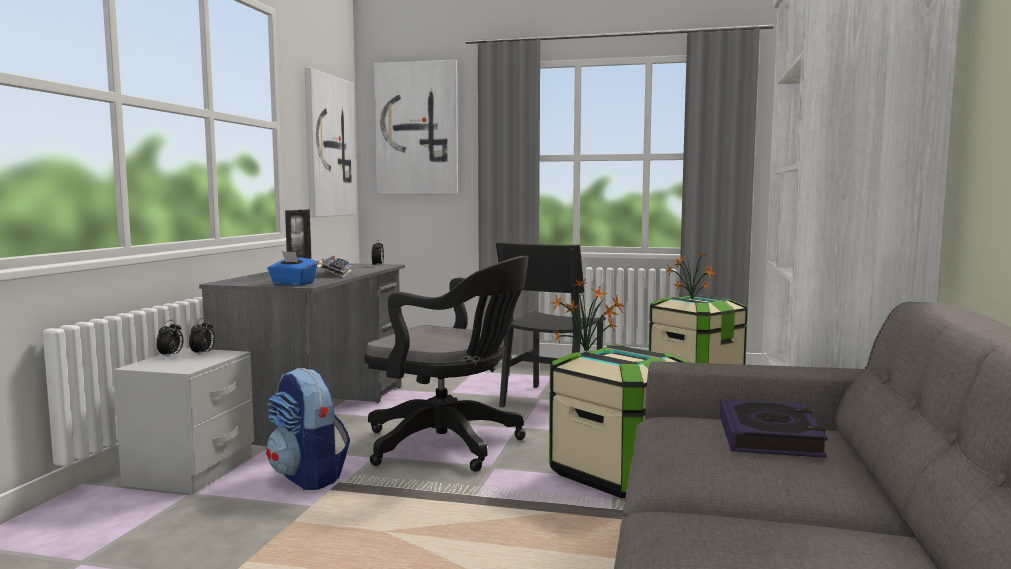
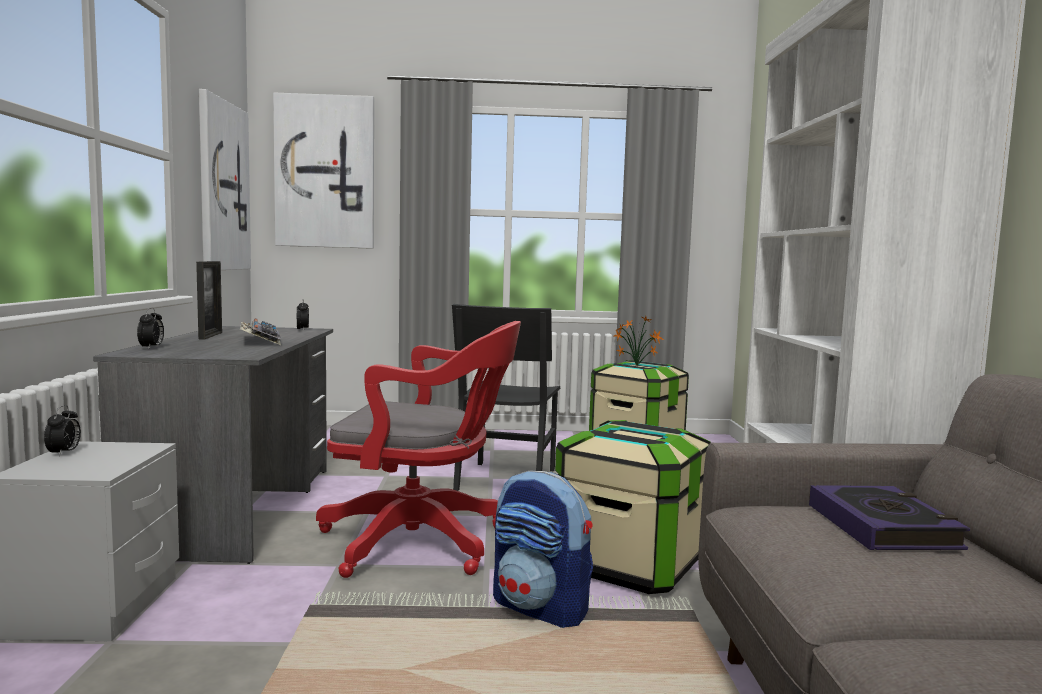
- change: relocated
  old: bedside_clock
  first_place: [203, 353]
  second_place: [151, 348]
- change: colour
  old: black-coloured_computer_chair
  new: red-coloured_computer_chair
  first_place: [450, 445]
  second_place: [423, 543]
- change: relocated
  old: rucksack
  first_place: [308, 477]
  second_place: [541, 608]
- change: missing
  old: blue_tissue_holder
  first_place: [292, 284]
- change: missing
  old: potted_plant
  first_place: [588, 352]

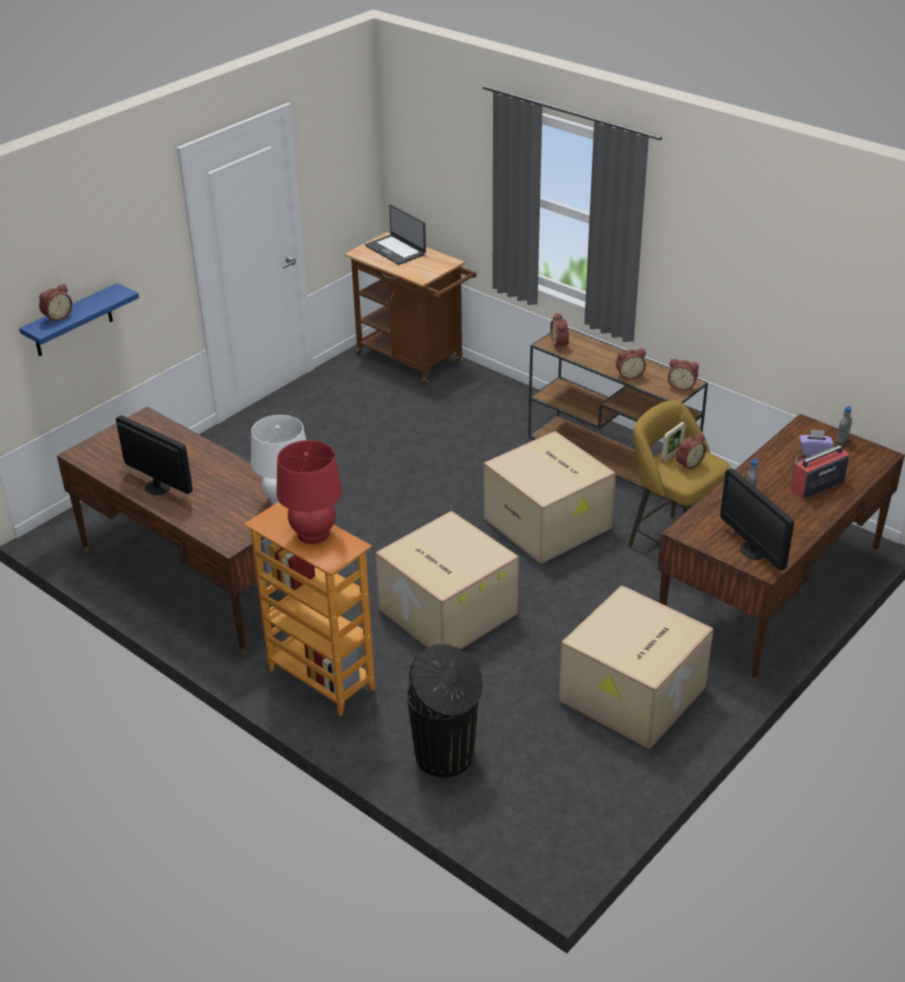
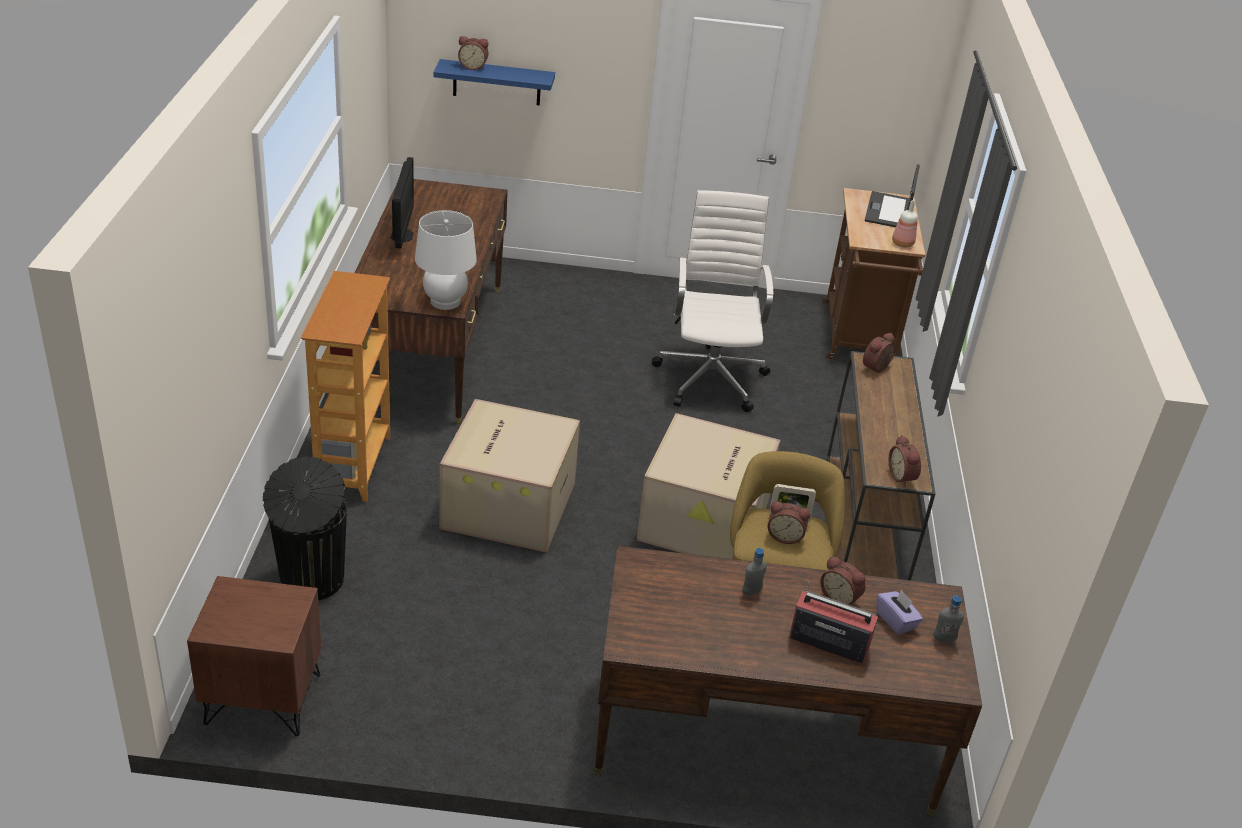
- change: appeared
  new: brownish_bedside_table
  second_place: [262, 700]
- change: appeared
  new: whitish_computer_chair
  second_place: [711, 377]
- change: relocated
  old: bedside_clock
  first_place: [629, 375]
  second_place: [840, 597]
- change: appeared
  new: beverage_bottle
  second_place: [902, 243]
- change: missing
  old: red-coloured_tabletop_lamp
  first_place: [313, 534]
- change: missing
  old: cardboard_box
  first_place: [633, 695]
- change: missing
  old: monitor
  first_place: [753, 550]

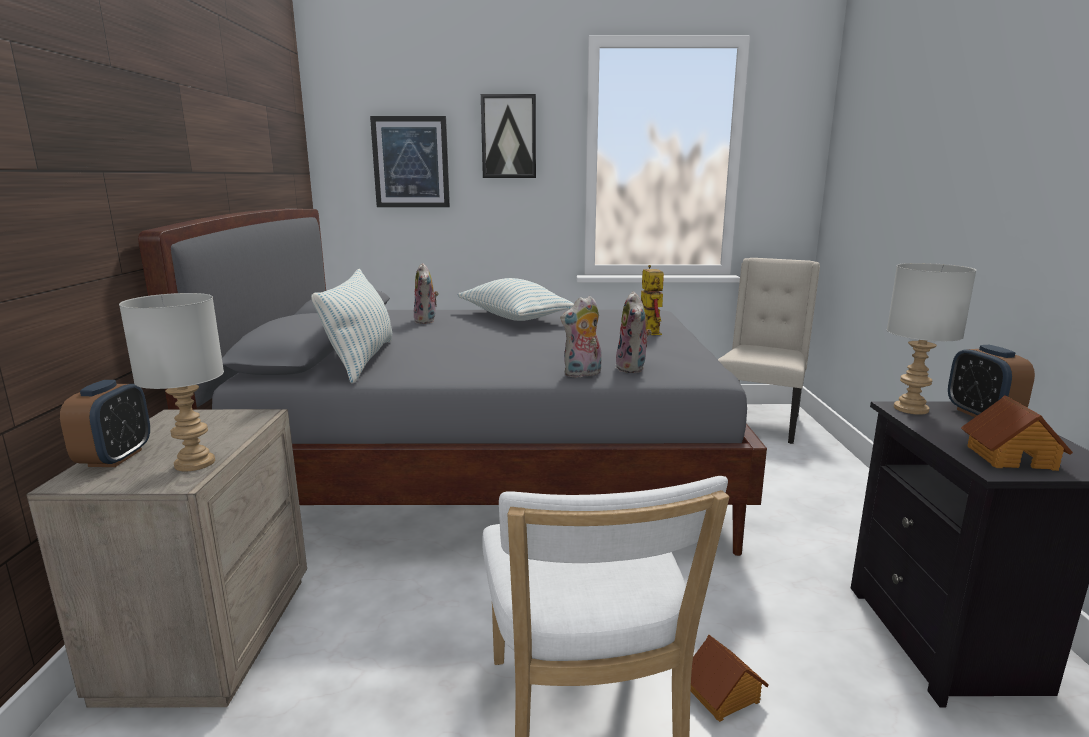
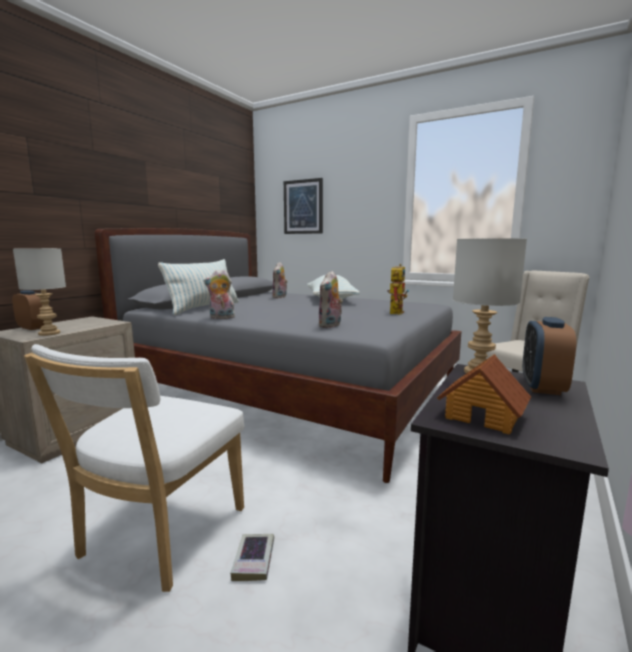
- change: spun
  old: bedside_clock
  first_place: [115, 458]
  second_place: [33, 328]
  degrees: -90
- change: relocated
  old: plush_toy
  first_place: [582, 374]
  second_place: [221, 318]
- change: exchanged
  old: model_house
  new: volume
  first_place: [723, 695]
  second_place: [254, 560]
- change: missing
  old: wall_art
  first_place: [509, 136]

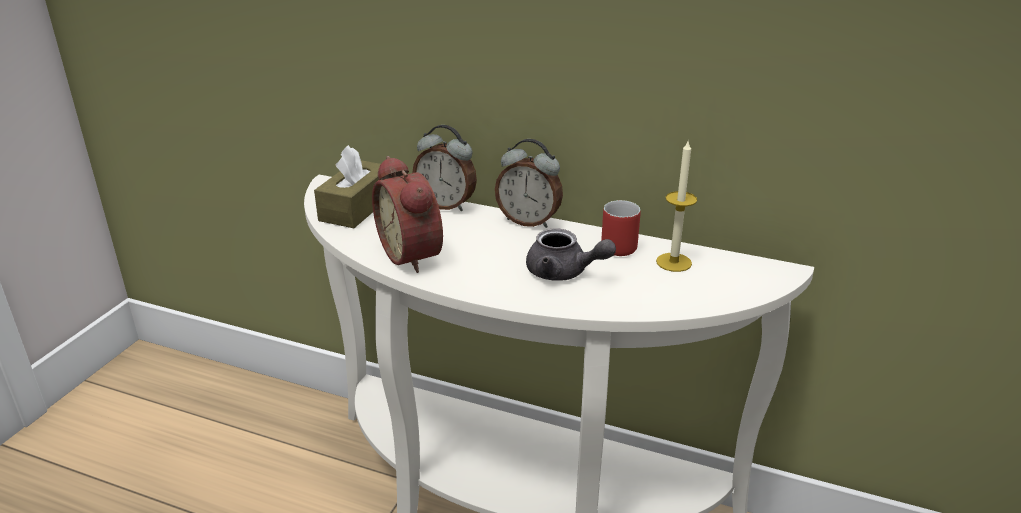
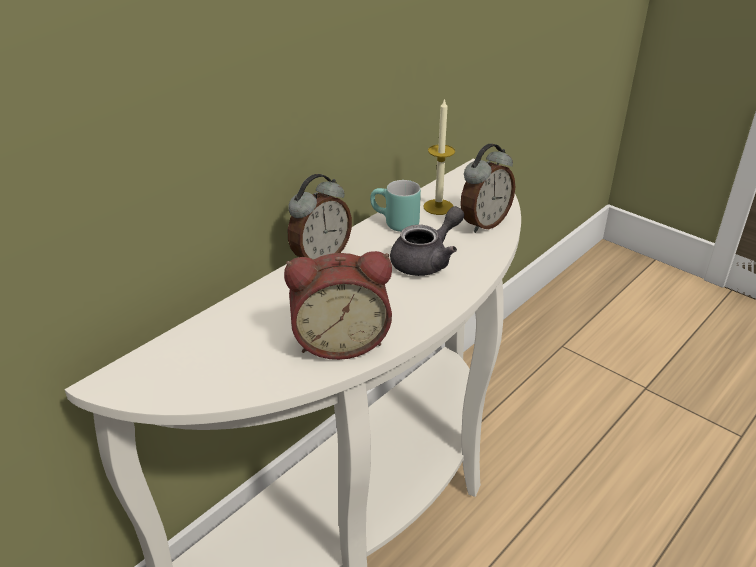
- change: colour
  old: red-coloured_coffee_mug
  new: blue-green_coffee_mug
  first_place: [616, 244]
  second_place: [394, 224]
- change: relocated
  old: bedside_clock
  first_place: [446, 205]
  second_place: [483, 223]
- change: missing
  old: brownish_tissue_holder
  first_place: [356, 208]

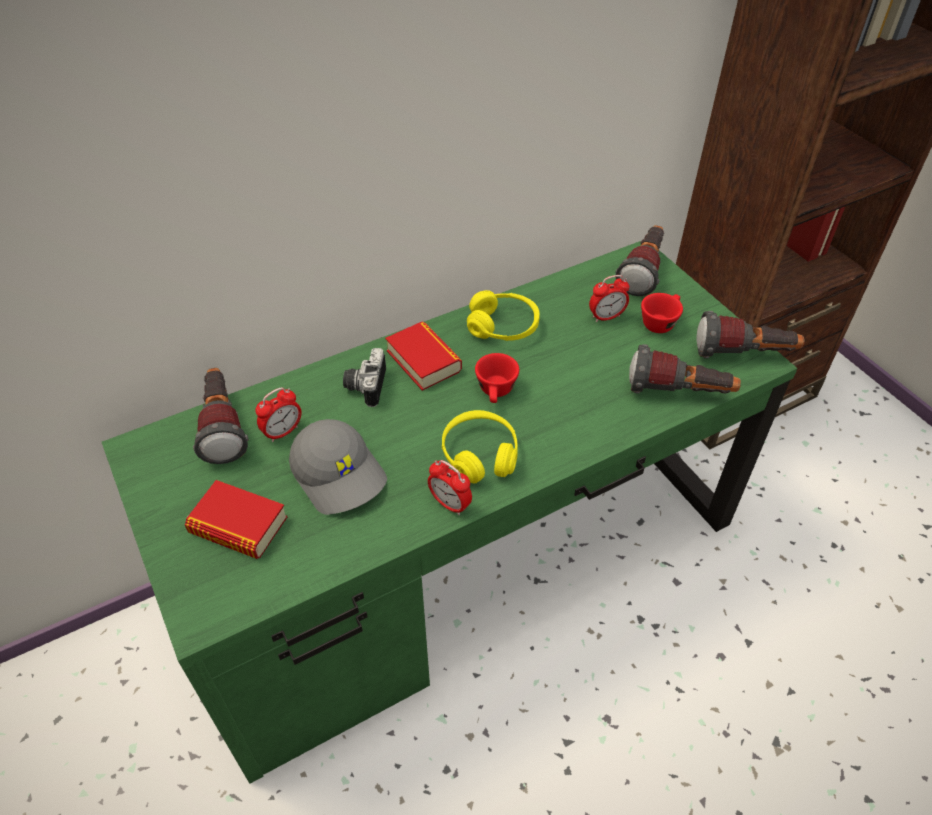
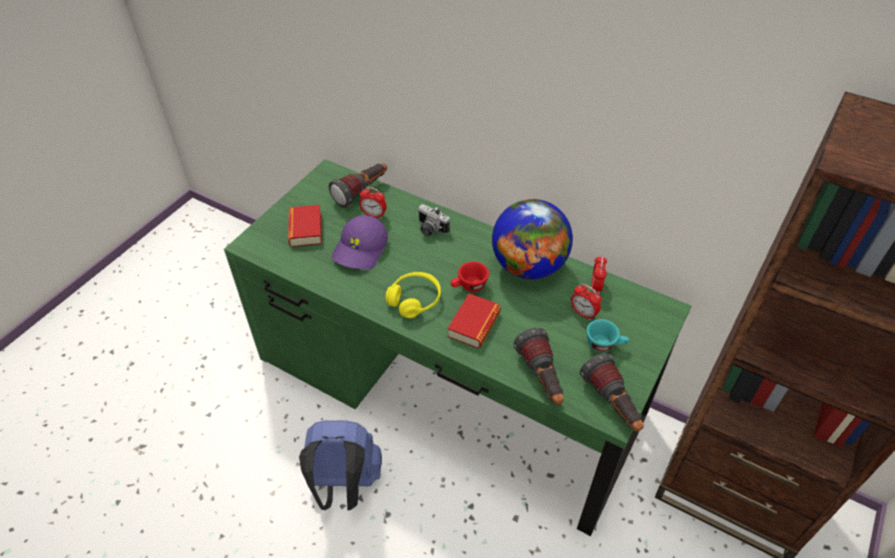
- change: appeared
  new: blue_rucksack
  second_place: [344, 485]
- change: colour
  old: gray_peaked_cap
  new: purplish_peaked_cap
  first_place: [340, 474]
  second_place: [361, 250]
- change: spun
  old: still_camera
  first_place: [364, 386]
  second_place: [429, 229]
  degrees: -120
- change: relocated
  old: volume
  first_place: [423, 361]
  second_place: [474, 325]
- change: exchanged
  old: yellow-coloured_pair_of_headphones
  new: desk_globe
  first_place: [503, 326]
  second_place: [528, 266]
- change: colour
  old: red-coloured_small_cup
  new: blue-green_small_cup
  first_place: [660, 322]
  second_place: [604, 344]
- change: relocated
  old: bedside_clock
  first_place: [450, 504]
  second_place: [596, 286]
- change: missing
  old: torch
  first_place: [643, 271]

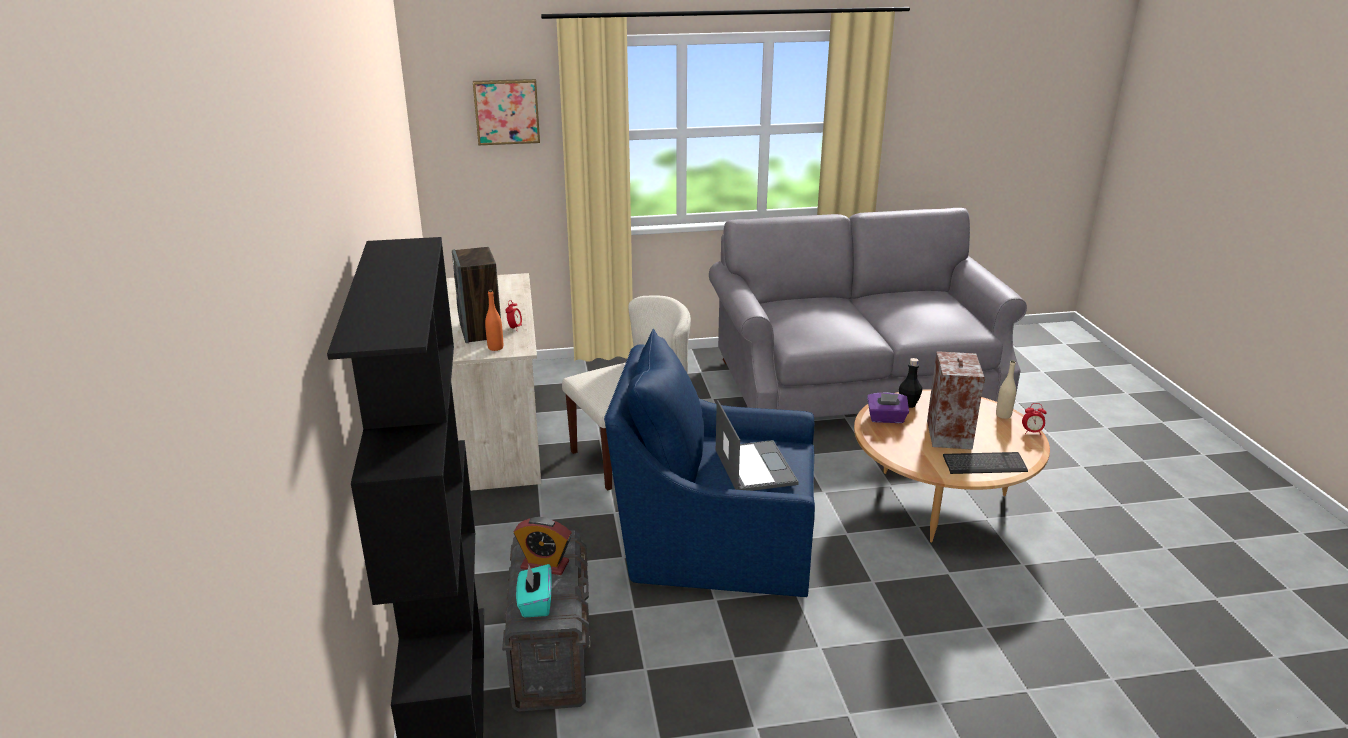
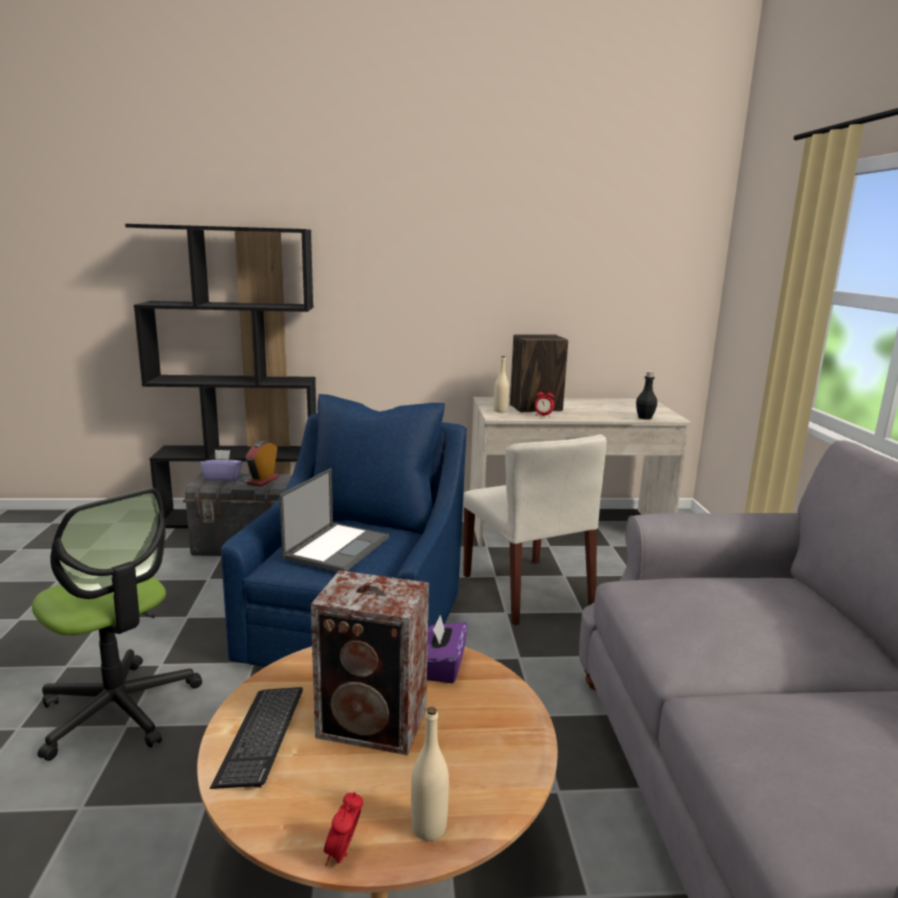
- change: appeared
  new: computer_chair
  second_place: [119, 710]
- change: colour
  old: blue-green_tissue_holder
  new: purplish_tissue_holder
  first_place: [535, 603]
  second_place: [223, 478]
- change: spun
  old: portable_computer
  first_place: [754, 466]
  second_place: [337, 547]
  degrees: -60
- change: colour
  old: orangey_beverage_bottle
  new: beige-coloured_beverage_bottle
  first_place: [495, 348]
  second_place: [500, 411]
- change: relocated
  old: black-coloured_beverage_bottle
  first_place: [908, 404]
  second_place: [644, 417]
- change: missing
  old: wall_art
  first_place: [506, 111]

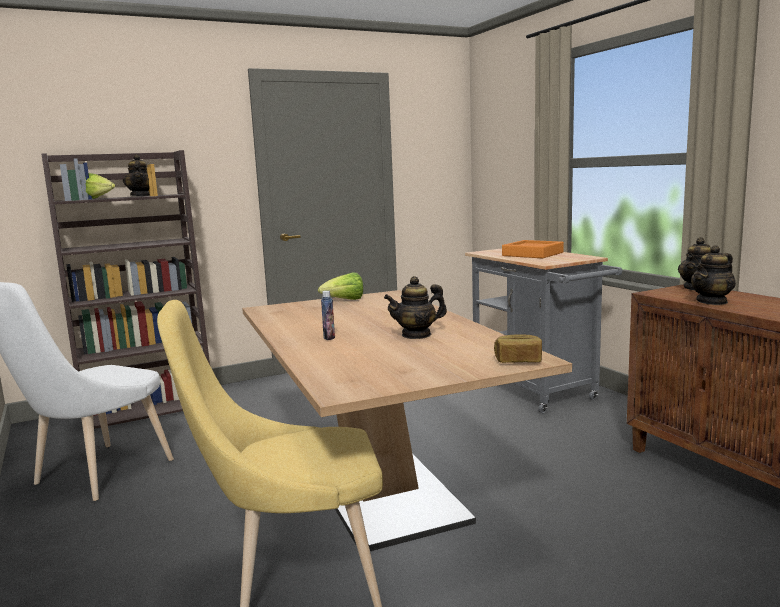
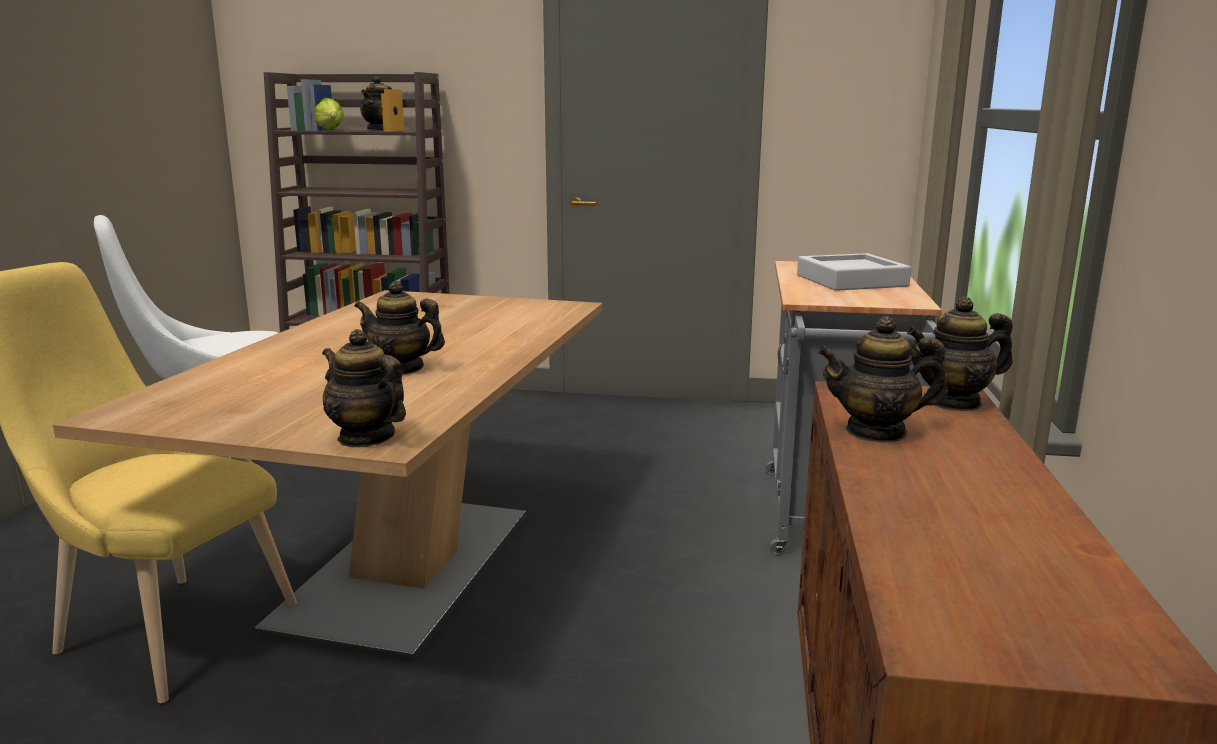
- change: exchanged
  old: bakery_bread
  new: teapot
  first_place: [518, 361]
  second_place: [366, 438]
- change: colour
  old: orangey_carrying_tray
  new: gray_carrying_tray
  first_place: [532, 254]
  second_place: [851, 281]
- change: missing
  old: head_of_lettuce
  first_place: [344, 300]
- change: missing
  old: beverage_bottle
  first_place: [329, 338]

